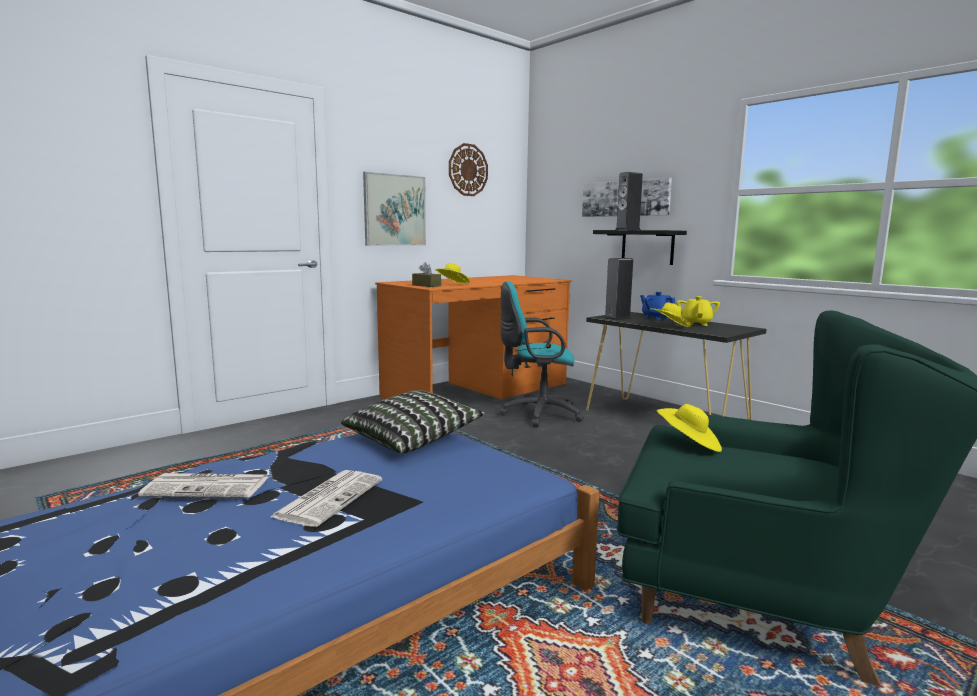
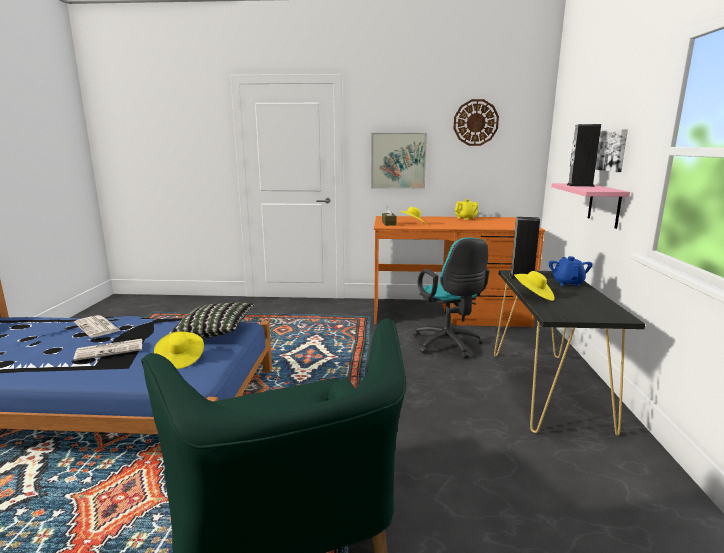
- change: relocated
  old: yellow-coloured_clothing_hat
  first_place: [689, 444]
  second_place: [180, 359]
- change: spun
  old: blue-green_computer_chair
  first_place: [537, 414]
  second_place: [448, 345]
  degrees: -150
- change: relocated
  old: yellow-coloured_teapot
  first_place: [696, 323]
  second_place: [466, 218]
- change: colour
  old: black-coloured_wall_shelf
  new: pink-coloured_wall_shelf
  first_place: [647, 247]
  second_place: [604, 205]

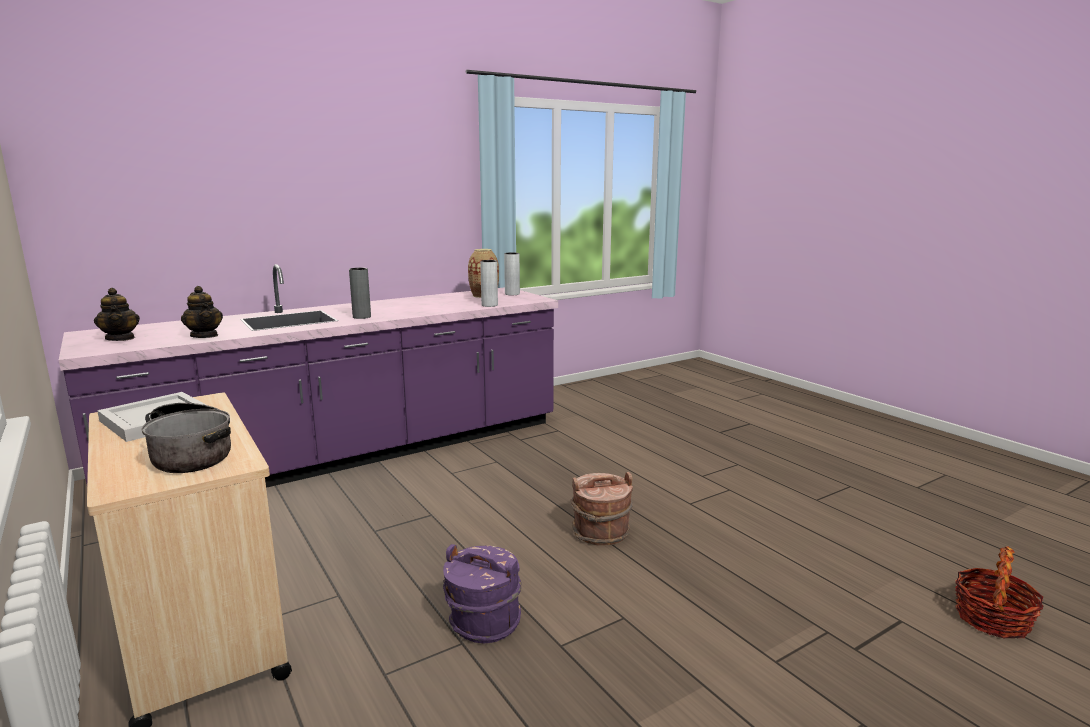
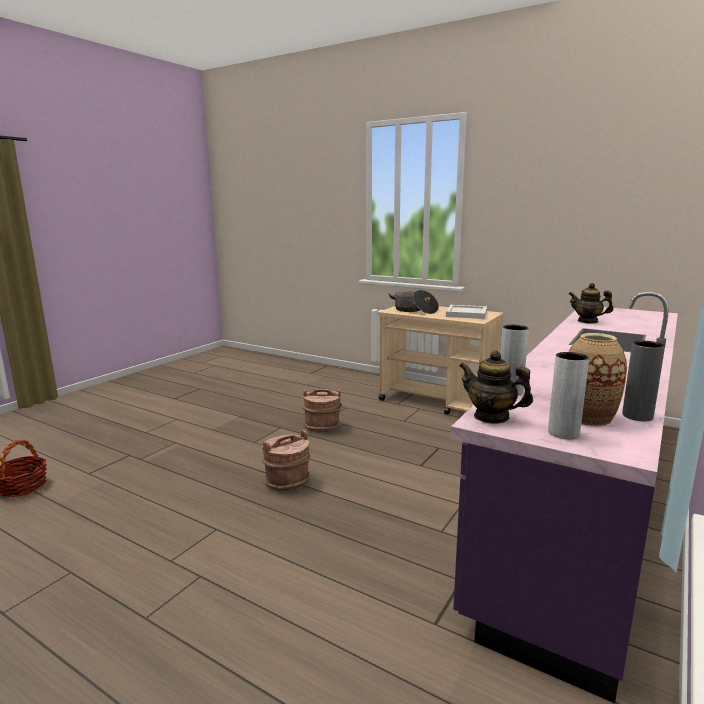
- change: colour
  old: purplish_bucket
  new: brownish_bucket
  first_place: [483, 623]
  second_place: [322, 426]
- change: relocated
  old: teapot
  first_place: [120, 338]
  second_place: [491, 417]
- change: relocated
  old: gray_decorative_vase
  first_place: [362, 317]
  second_place: [637, 416]

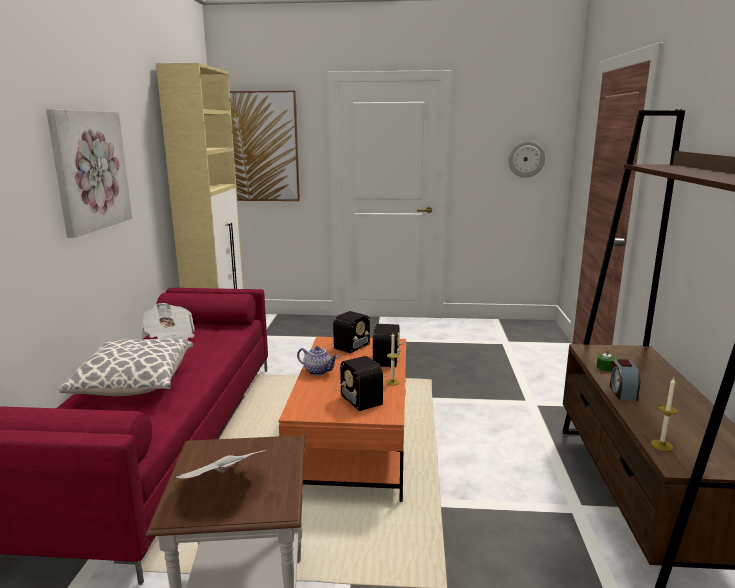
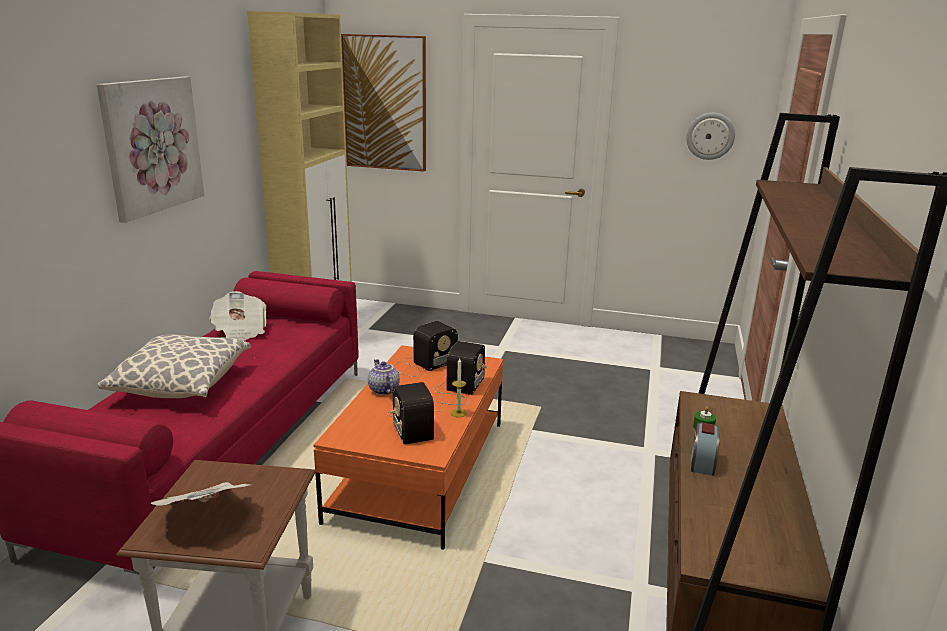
- change: spun
  old: teapot
  first_place: [318, 371]
  second_place: [383, 390]
  degrees: -150
- change: missing
  old: candle
  first_place: [662, 445]

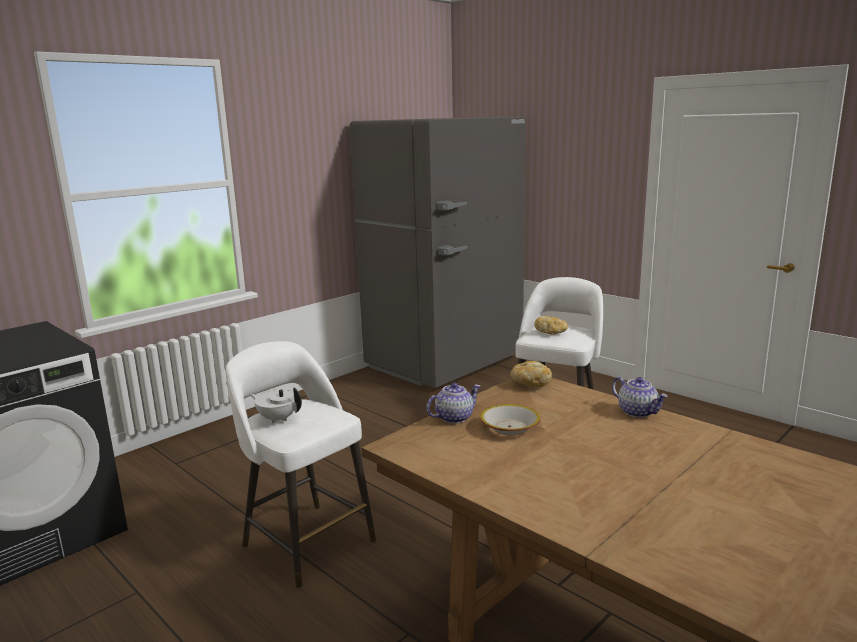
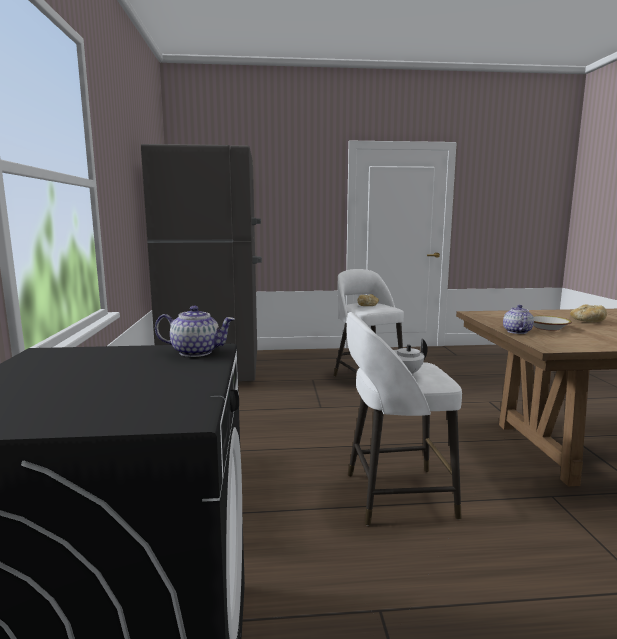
- change: relocated
  old: teapot
  first_place: [638, 412]
  second_place: [196, 352]
- change: relocated
  old: bakery_bread
  first_place: [530, 384]
  second_place: [588, 321]

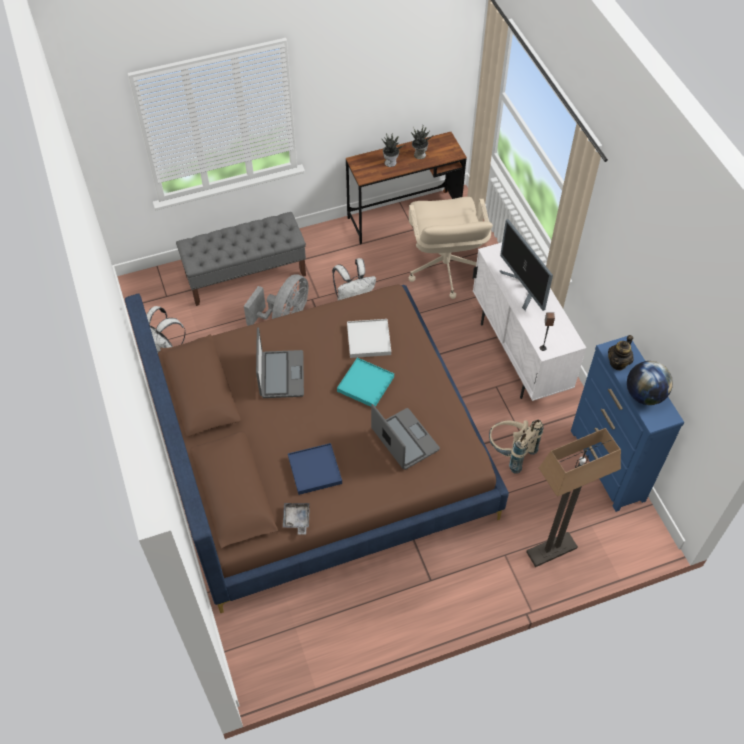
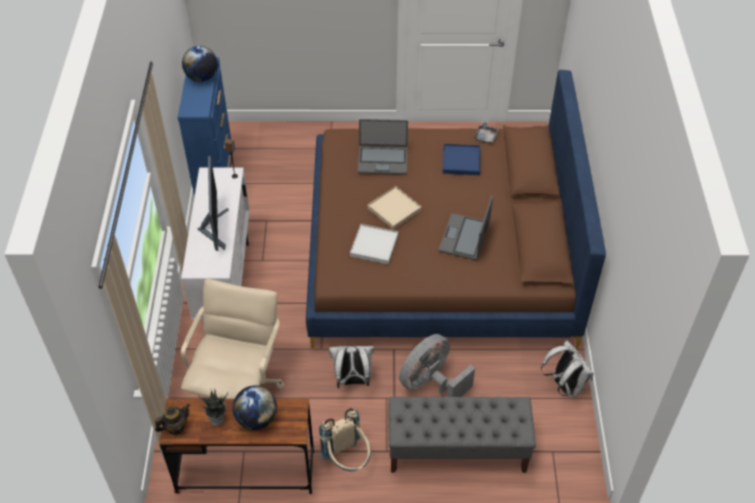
- change: relocated
  old: teapot
  first_place: [618, 363]
  second_place: [175, 427]
- change: exchanged
  old: potted_plant
  new: desk_globe
  first_place: [391, 162]
  second_place: [256, 418]
- change: relocated
  old: beige-coloured_rucksack
  first_place: [510, 453]
  second_place: [348, 460]
- change: spun
  old: portable_computer
  first_place: [404, 440]
  second_place: [382, 160]
  degrees: -75
- change: colour
  old: blue-green_carrying_tray
  new: beige-coloured_carrying_tray
  first_place: [365, 384]
  second_place: [394, 209]
- change: missing
  old: standard_lamp
  first_place: [551, 550]

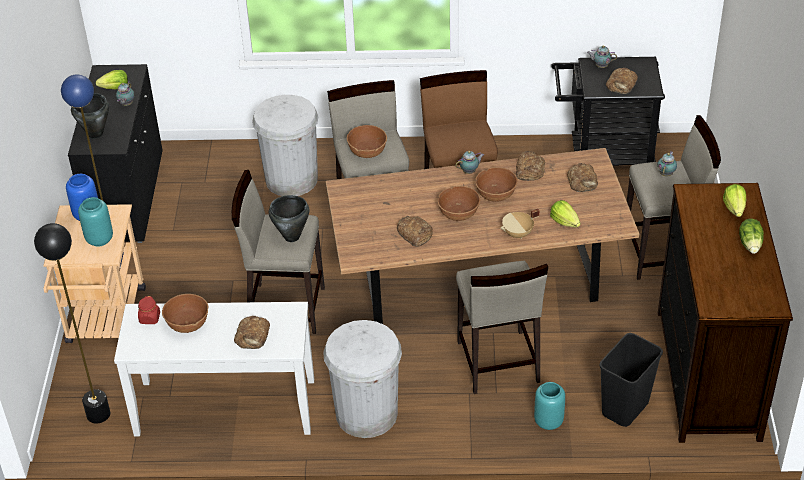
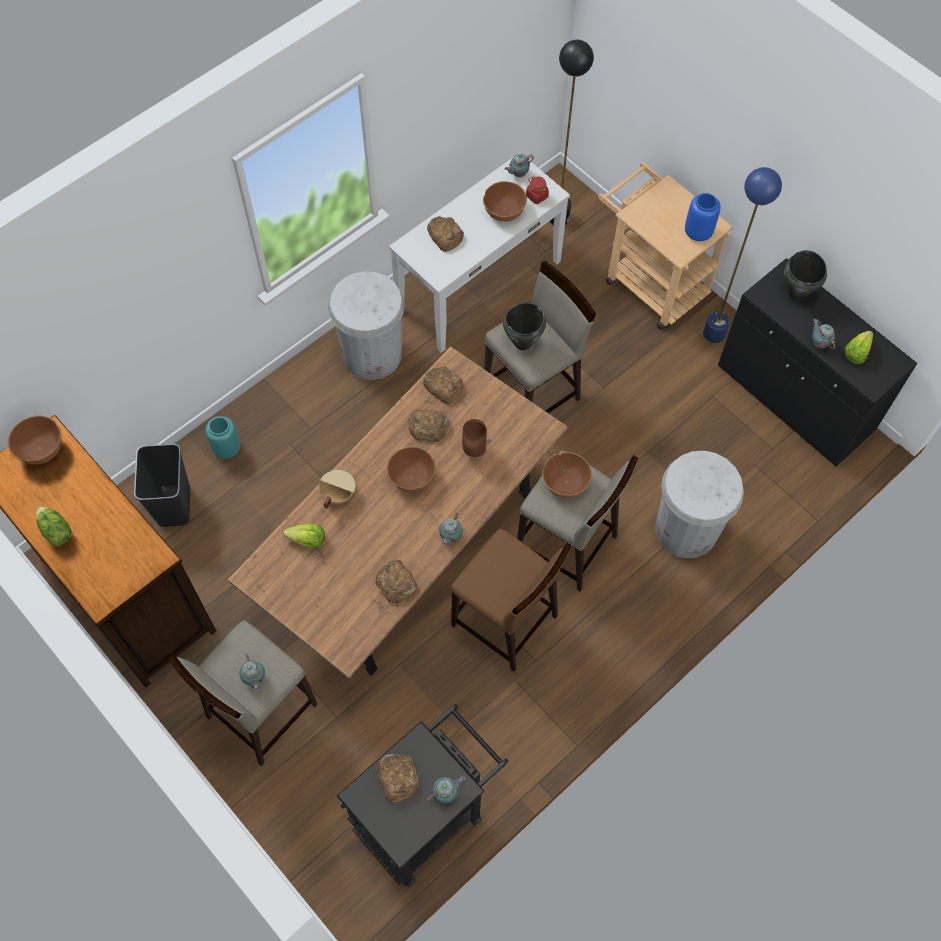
- change: relocated
  old: brownish_serving_bowl
  first_place: [496, 195]
  second_place: [41, 449]
- change: relocated
  old: bakery_bread
  first_place: [583, 181]
  second_place: [443, 386]
- change: appeared
  new: brownish_decorative_vase
  second_place: [473, 451]
- change: appeared
  new: teapot
  second_place: [518, 174]
- change: missing
  old: blue-green_decorative_vase
  first_place: [100, 240]
- change: missing
  old: beige-coloured_sitting_stool
  first_place: [497, 363]
- change: missing
  old: head_of_lettuce
  first_place: [734, 208]

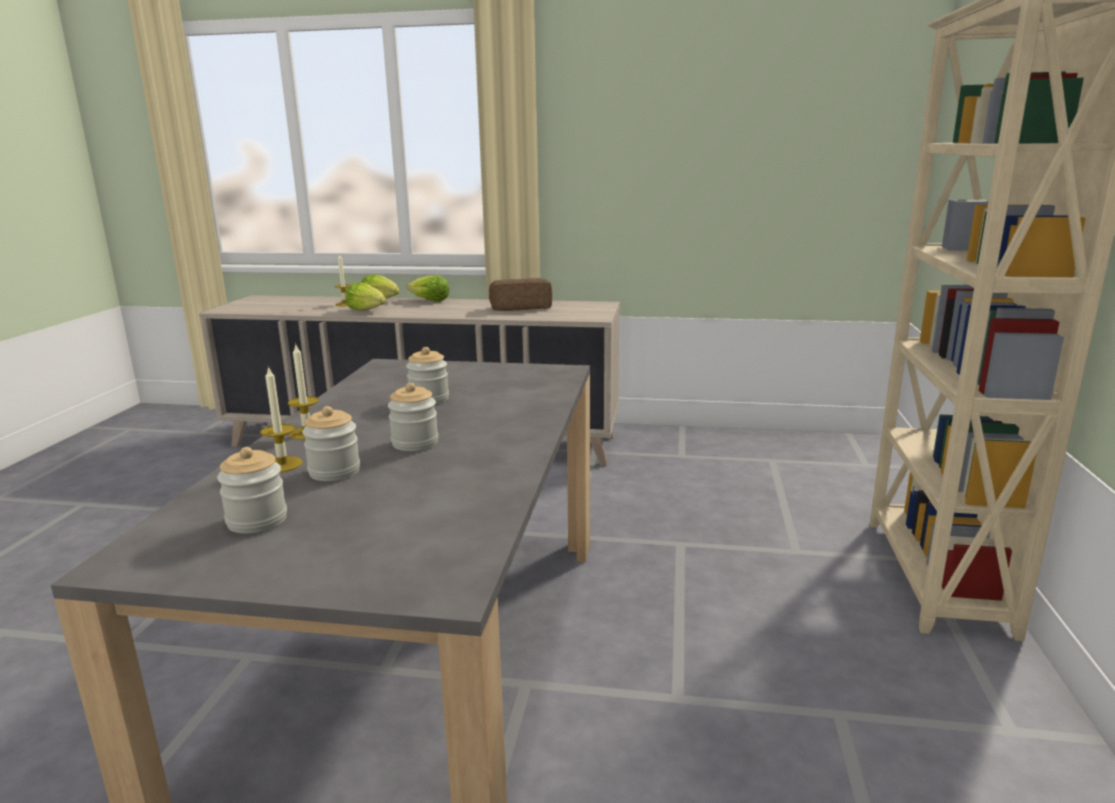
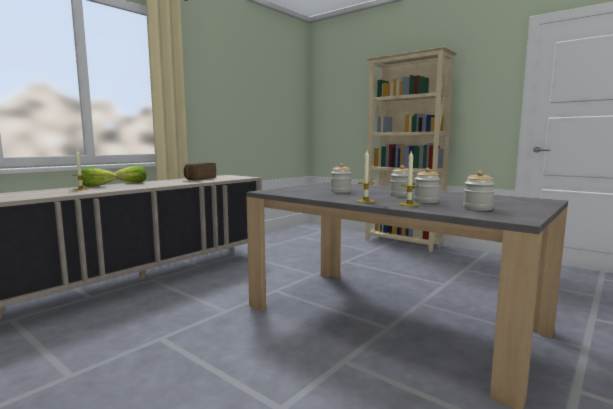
- change: missing
  old: head_of_lettuce
  first_place: [367, 310]

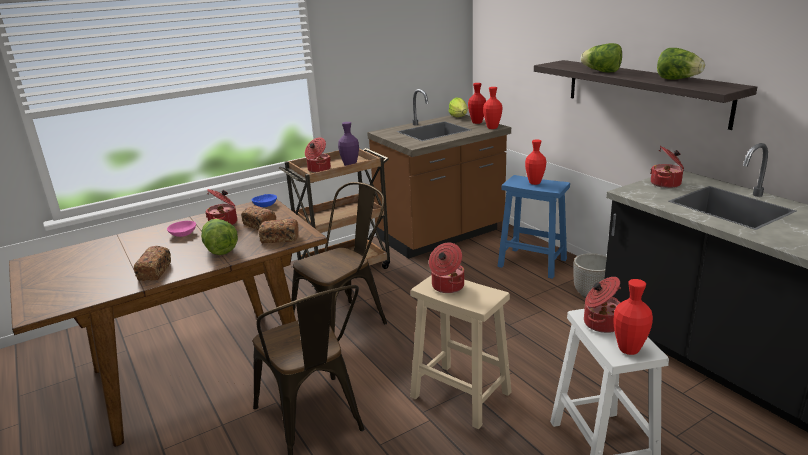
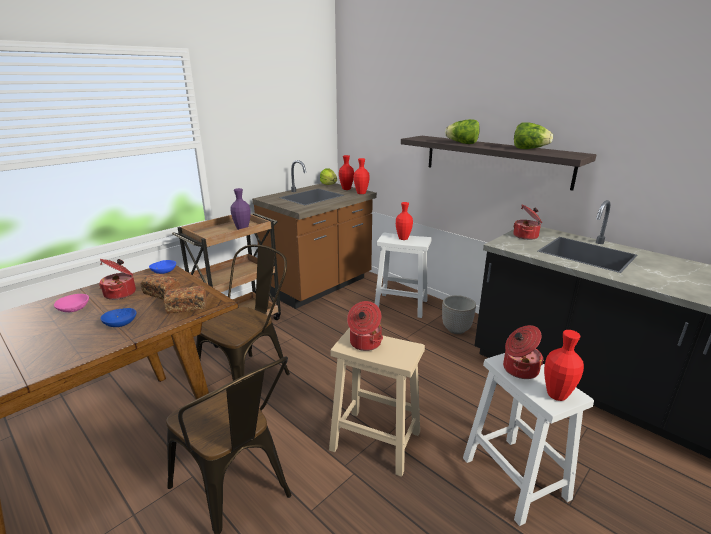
- change: exchanged
  old: head_of_lettuce
  new: blue_serving_bowl
  first_place: [220, 249]
  second_place: [120, 324]
- change: colour
  old: blue_sitting_stool
  new: whitish_sitting_stool
  first_place: [533, 263]
  second_place: [402, 305]
- change: missing
  old: bakery_bread
  first_place: [155, 271]
- change: missing
  old: cooking_pot
  first_place: [318, 169]

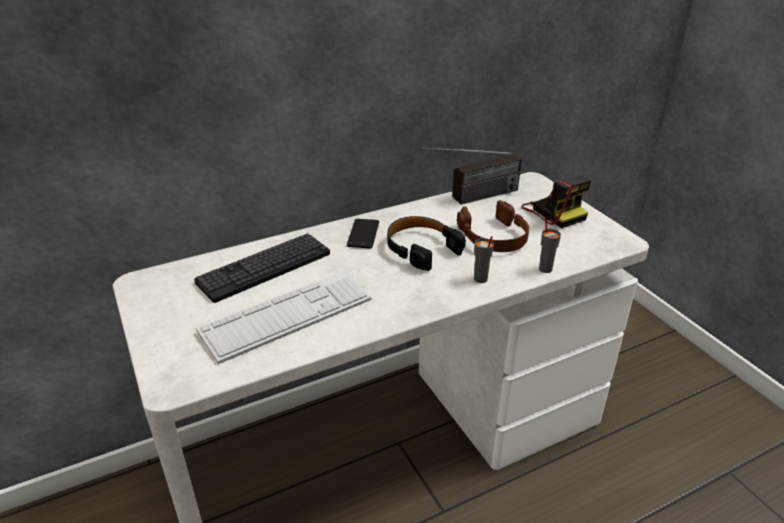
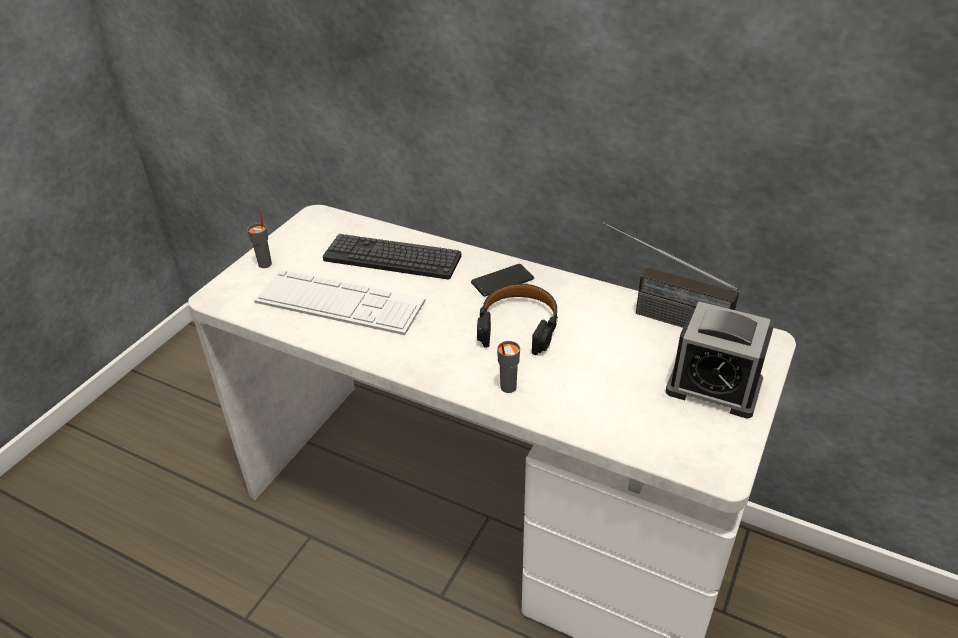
- change: relocated
  old: gray_small_cup
  first_place: [545, 269]
  second_place: [265, 264]
- change: exchanged
  old: still_camera
  new: bedside_clock
  first_place: [553, 211]
  second_place: [713, 386]
- change: missing
  old: brownish_pair_of_headphones
  first_place: [494, 237]

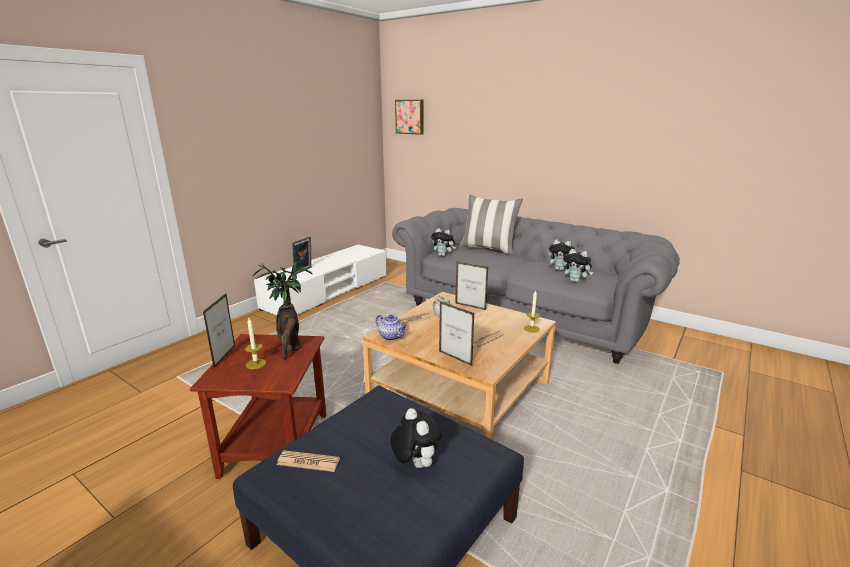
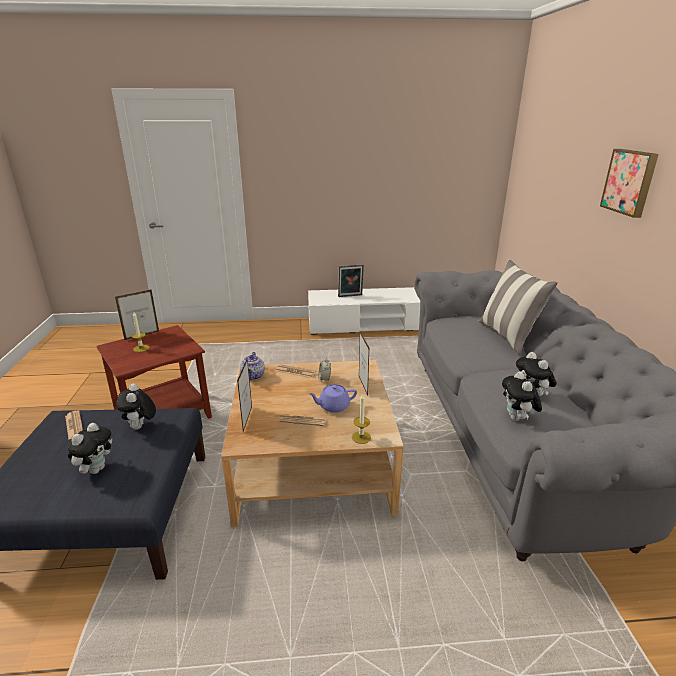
- change: relocated
  old: plush_toy
  first_place: [443, 255]
  second_place: [140, 427]
- change: appeared
  new: purplish_teapot
  second_place: [333, 406]
- change: relocated
  old: wall_art
  first_place: [410, 117]
  second_place: [630, 182]
- change: missing
  old: potted_plant
  first_place: [291, 347]

